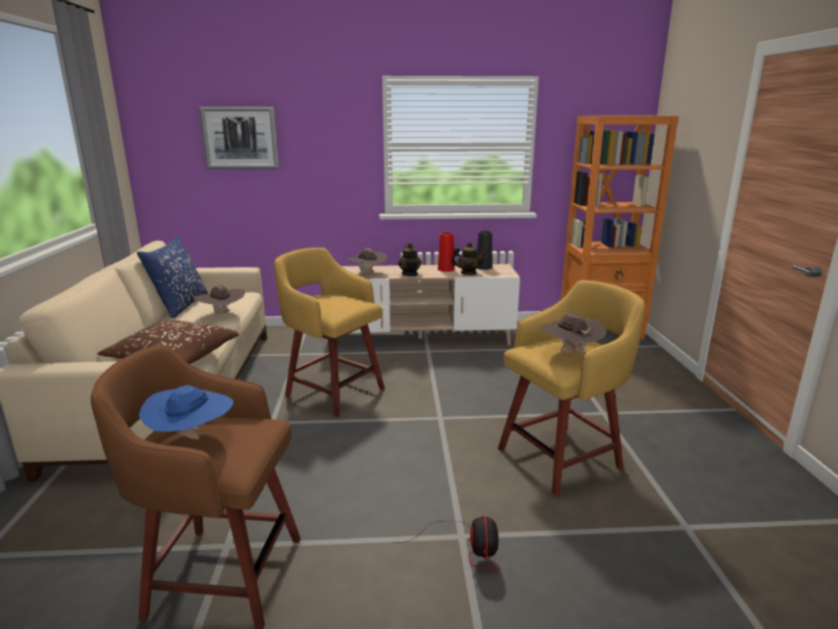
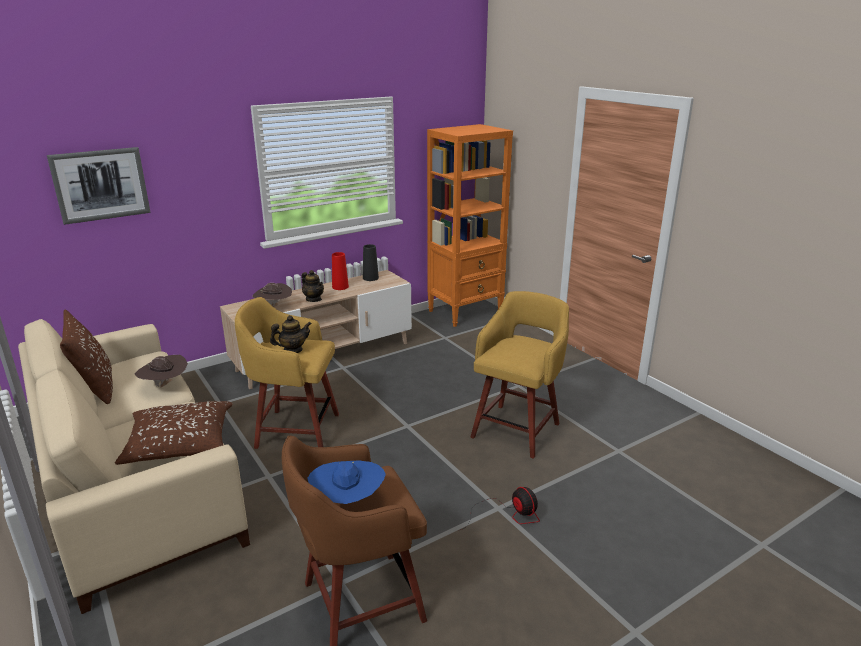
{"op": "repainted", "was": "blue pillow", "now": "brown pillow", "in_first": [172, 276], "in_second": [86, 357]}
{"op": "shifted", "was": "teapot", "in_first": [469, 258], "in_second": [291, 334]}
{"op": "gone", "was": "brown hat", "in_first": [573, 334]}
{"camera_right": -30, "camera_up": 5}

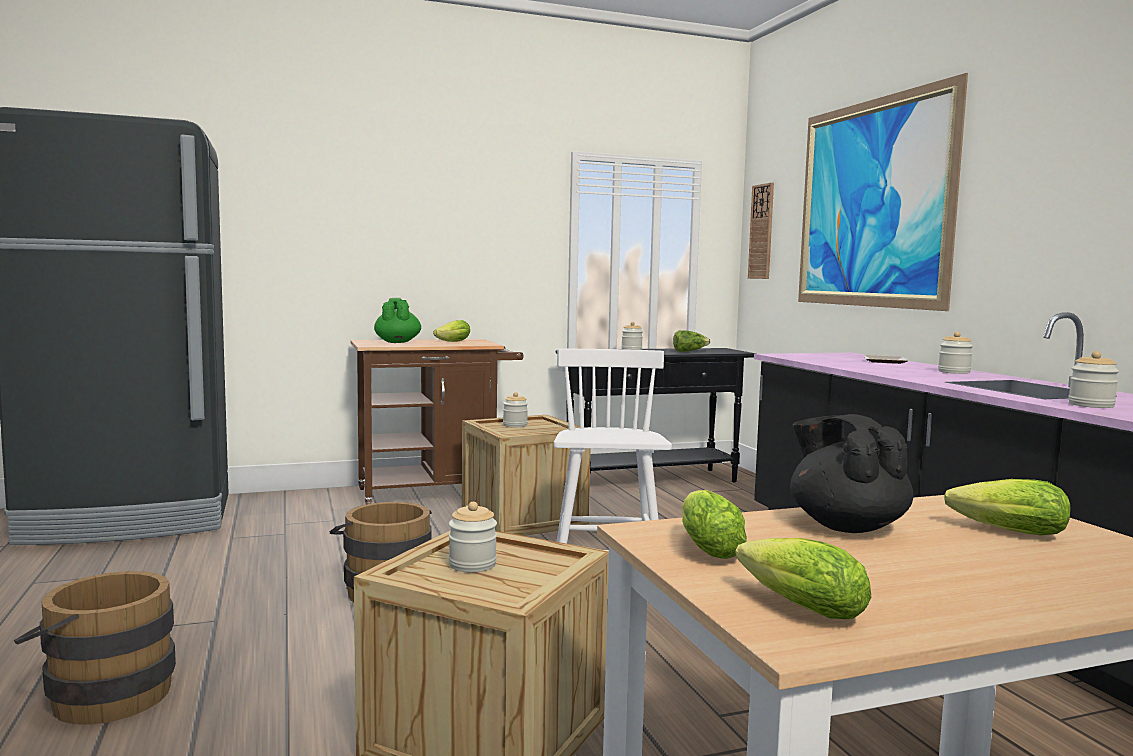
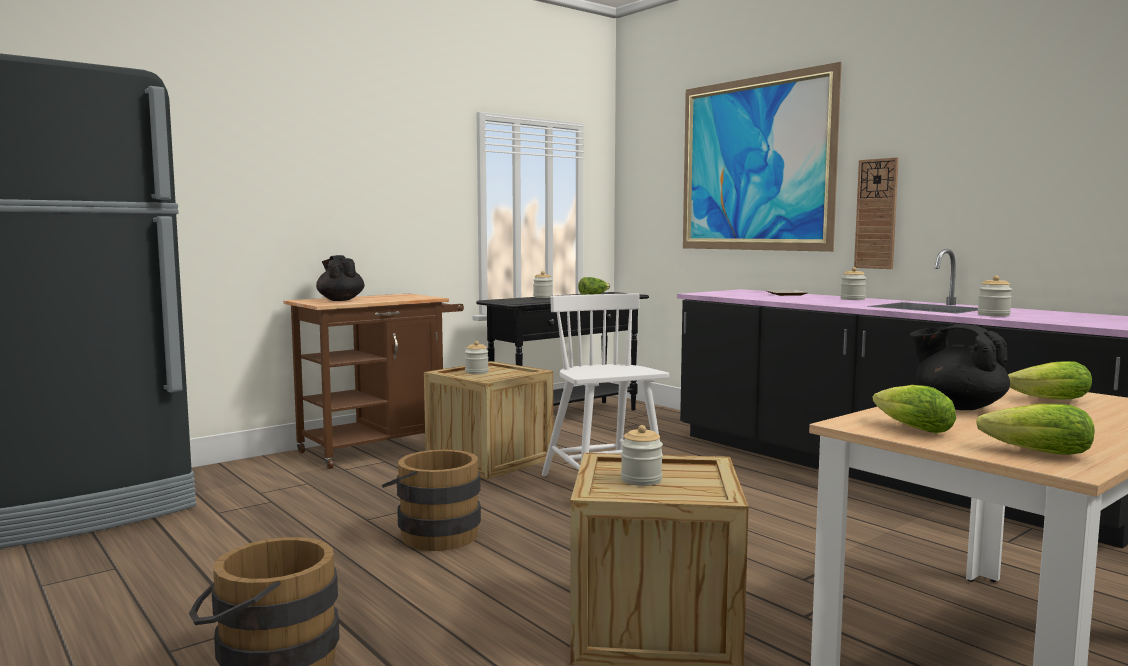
{"op": "shifted", "was": "wall clock", "in_first": [761, 230], "in_second": [876, 213]}
{"op": "repainted", "was": "green teapot", "now": "black teapot", "in_first": [397, 320], "in_second": [340, 278]}
{"op": "gone", "was": "lettuce", "in_first": [451, 331]}
{"camera_right": -20, "camera_up": 0}

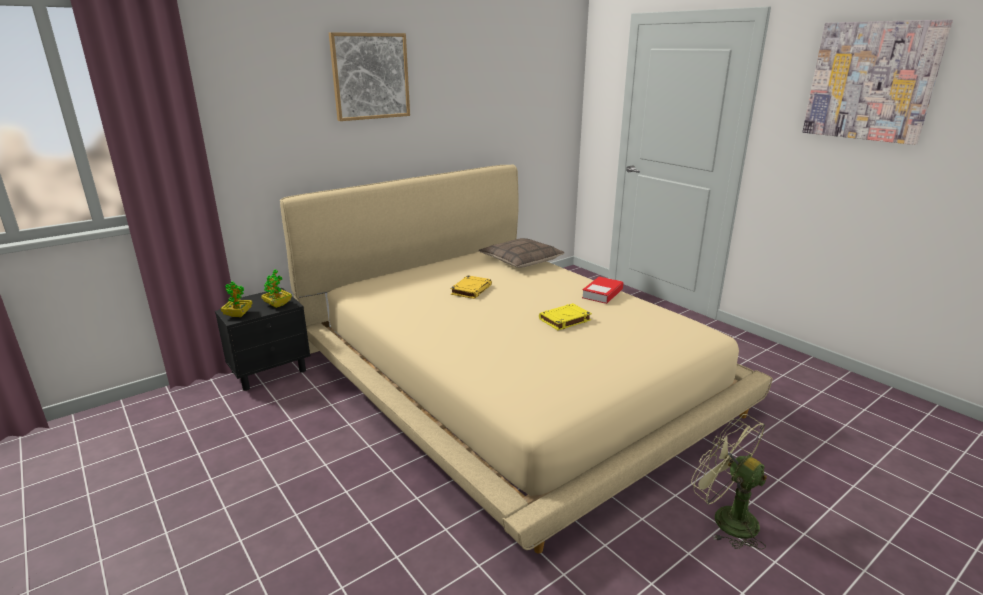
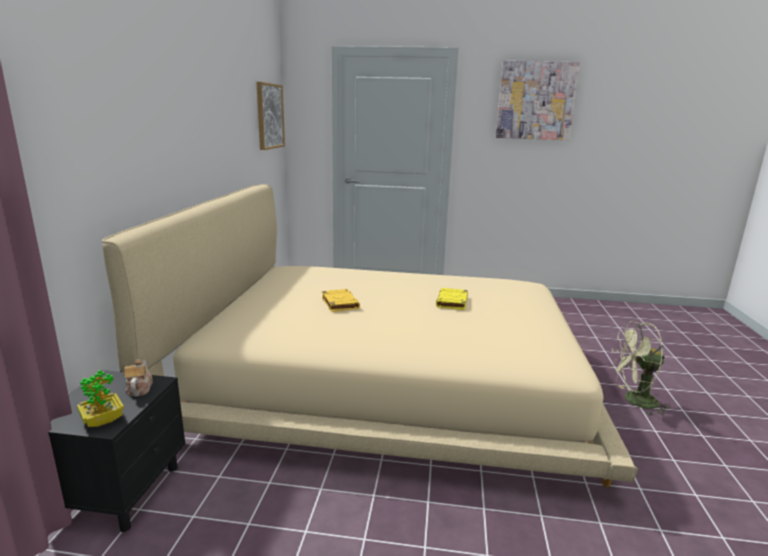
{"op": "shifted", "was": "picture", "in_first": [369, 76], "in_second": [271, 116]}
{"op": "gone", "was": "pillow", "in_first": [521, 253]}
{"op": "swapped", "was": "potted plant", "now": "teapot", "in_first": [276, 288], "in_second": [139, 377]}
{"op": "gone", "was": "book", "in_first": [602, 290]}
{"camera_right": -45, "camera_up": -5}

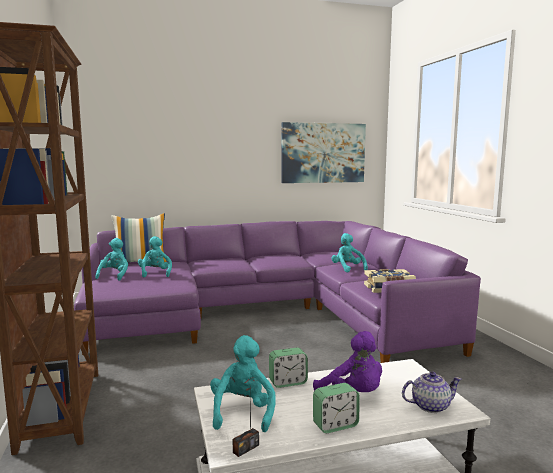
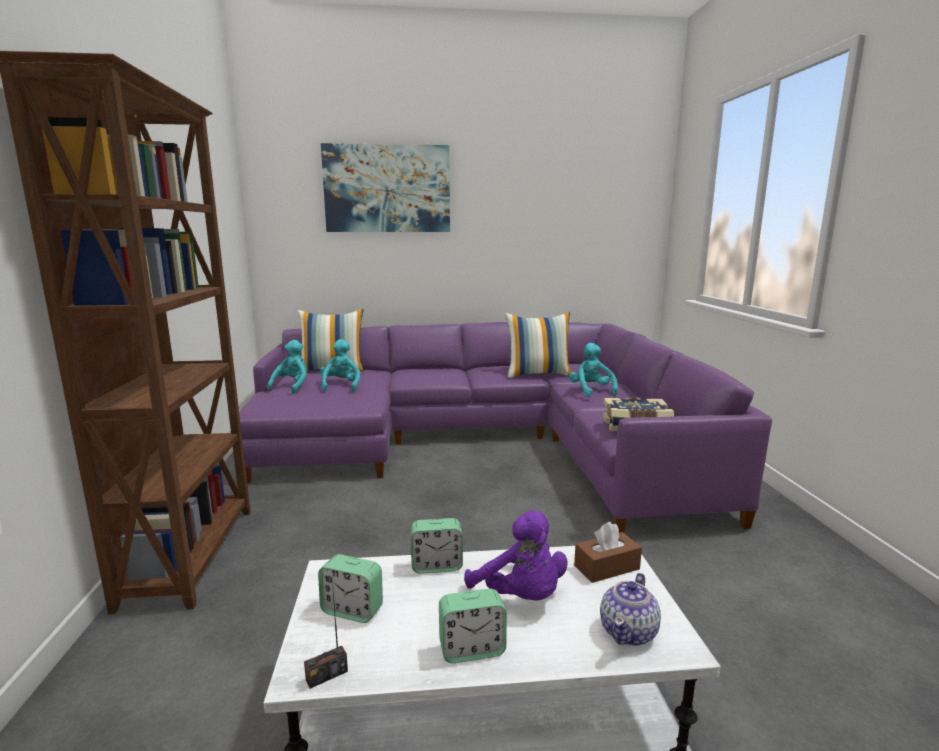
{"op": "shifted", "was": "picture", "in_first": [324, 152], "in_second": [385, 187]}
{"op": "swapped", "was": "turquoise plush toy", "now": "alarm clock", "in_first": [243, 383], "in_second": [350, 588]}
{"op": "rotated", "was": "teapot", "in_first": [432, 392], "in_second": [630, 609], "clockwise": 120}
{"op": "new", "now": "pillow", "in_second": [538, 345]}
{"op": "new", "now": "brown tissue box", "in_second": [608, 552]}
{"camera_right": 10, "camera_up": 5}

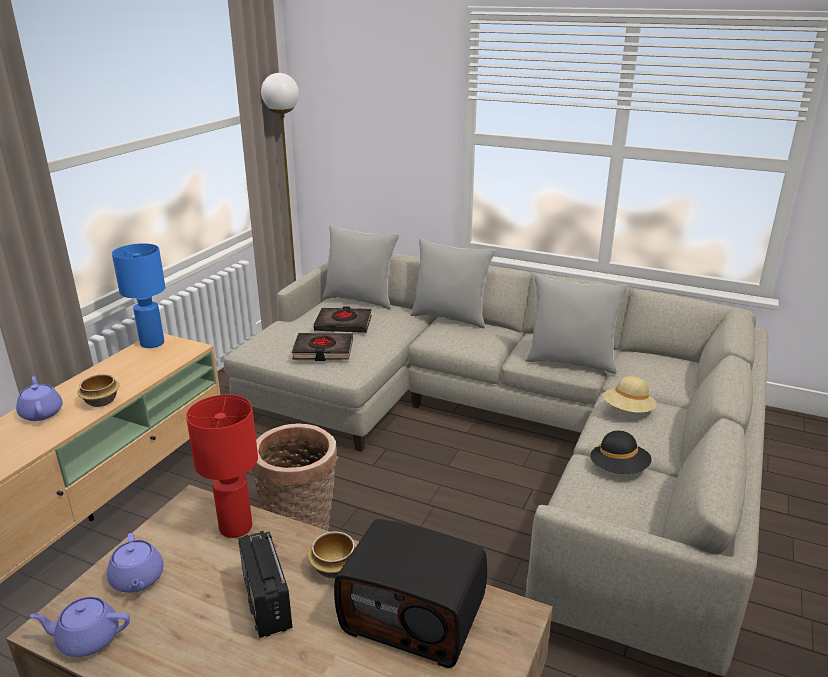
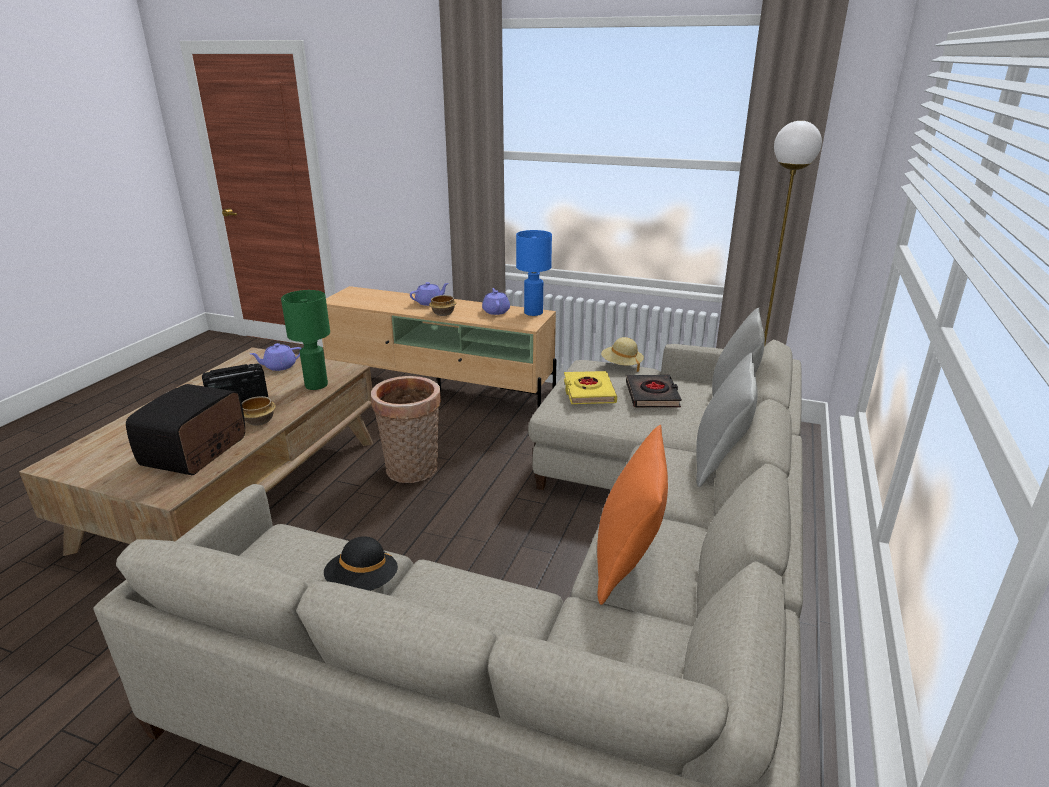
{"op": "repainted", "was": "grey pillow", "now": "orange pillow", "in_first": [576, 324], "in_second": [632, 515]}
{"op": "repainted", "was": "black book", "now": "yellow book", "in_first": [322, 347], "in_second": [590, 387]}
{"op": "shifted", "was": "beige hat", "in_first": [630, 394], "in_second": [622, 354]}
{"op": "repainted", "was": "red table lamp", "now": "green table lamp", "in_first": [222, 466], "in_second": [305, 340]}
{"op": "shifted", "was": "purple teapot", "in_first": [80, 627], "in_second": [496, 301]}
{"camera_right": 85, "camera_up": 0}

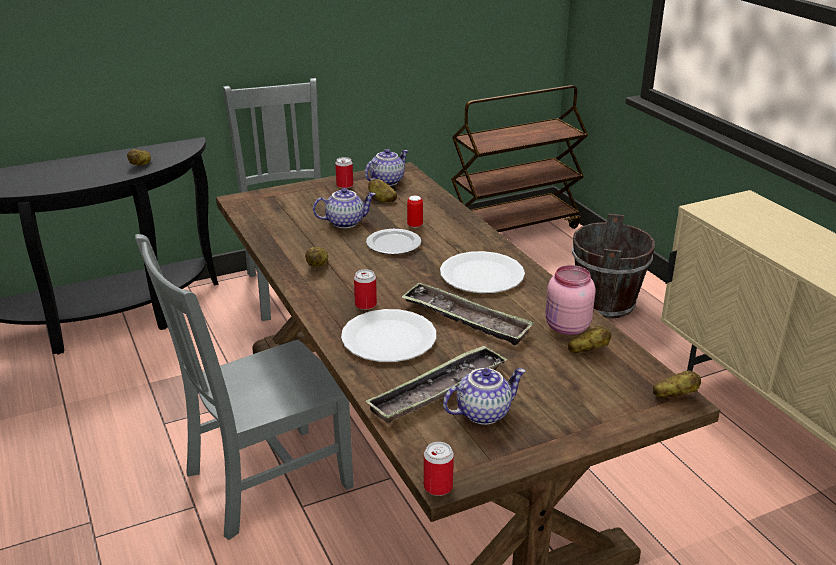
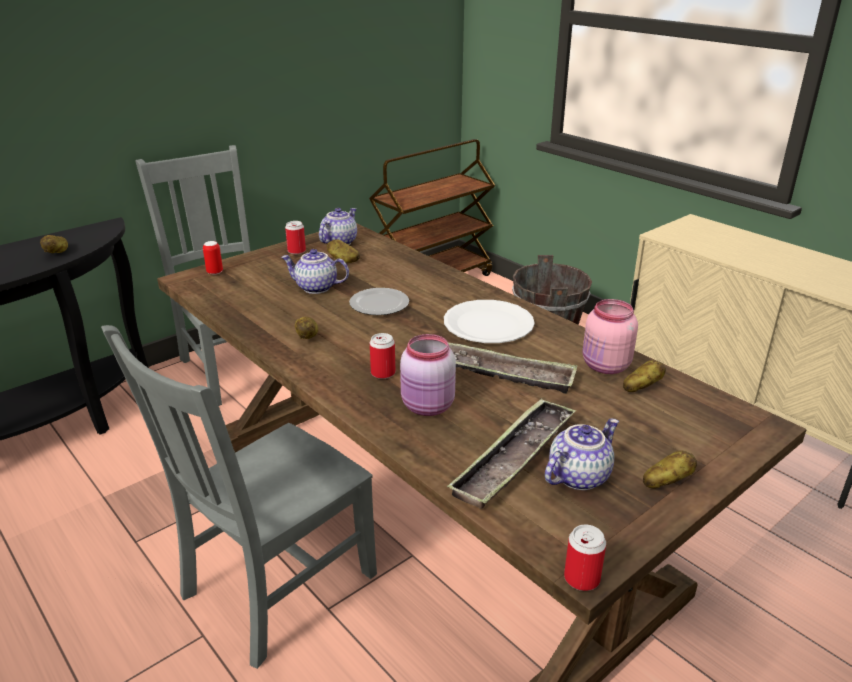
{"op": "rotated", "was": "teapot", "in_first": [344, 208], "in_second": [315, 271], "clockwise": -135}
{"op": "shifted", "was": "can", "in_first": [415, 211], "in_second": [213, 258]}
{"op": "swapped", "was": "white plate", "now": "pink jar", "in_first": [388, 335], "in_second": [428, 375]}
{"op": "shifted", "was": "potato", "in_first": [677, 384], "in_second": [670, 469]}
{"camera_right": -15, "camera_up": 0}

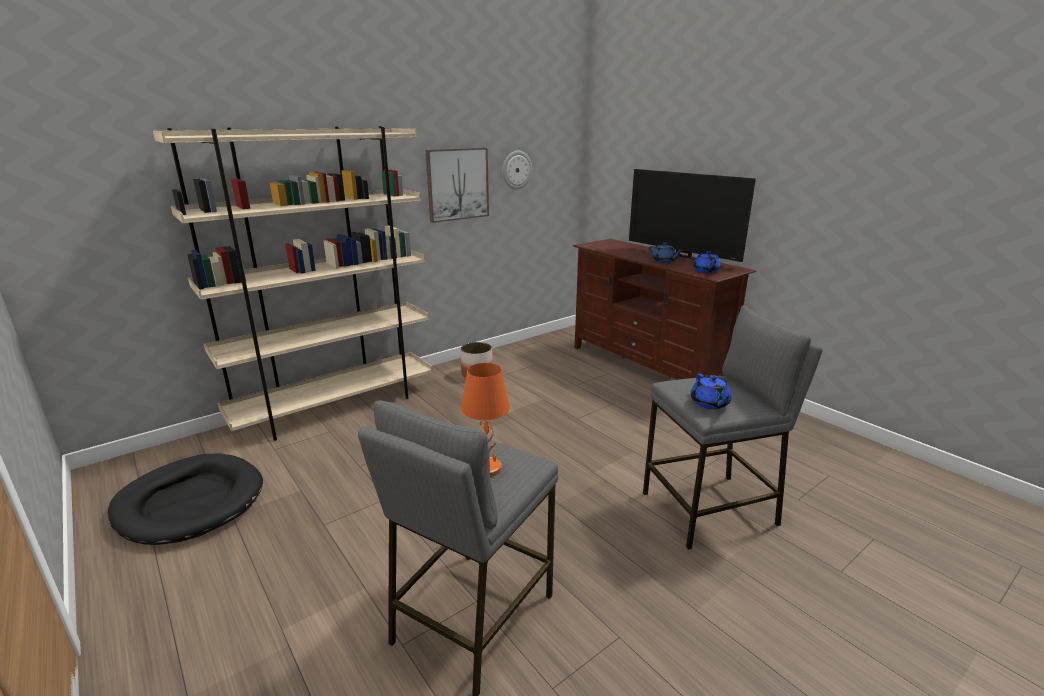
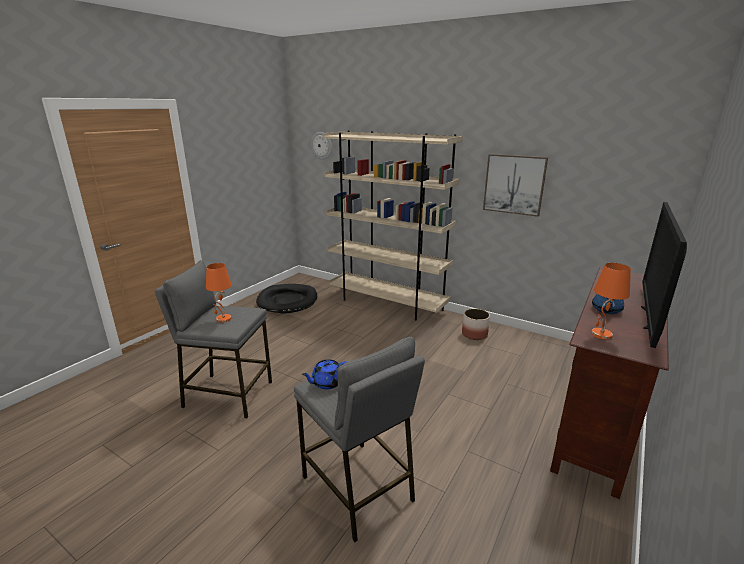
{"op": "shifted", "was": "wall clock", "in_first": [517, 170], "in_second": [321, 146]}
{"op": "swapped", "was": "blue teapot", "now": "orange table lamp", "in_first": [707, 262], "in_second": [611, 301]}
{"camera_right": 70, "camera_up": 0}

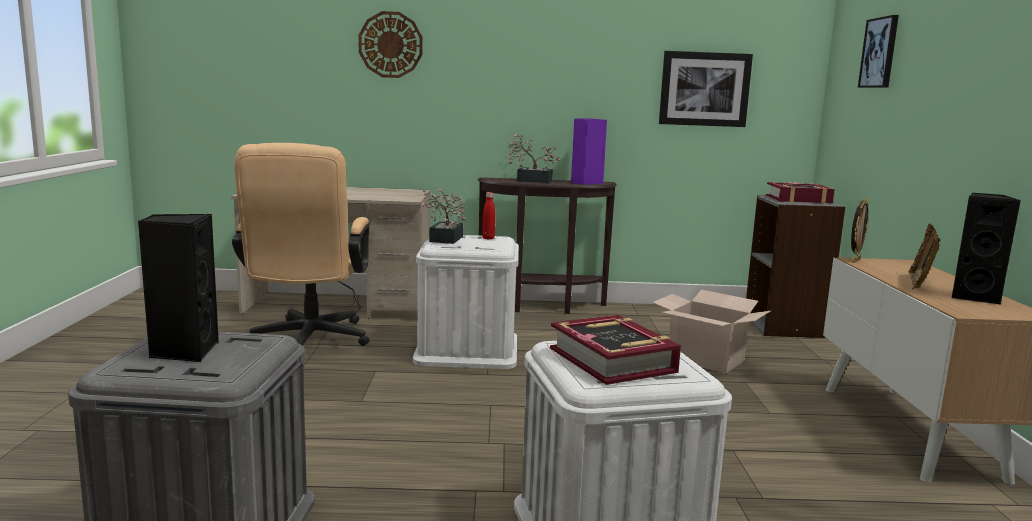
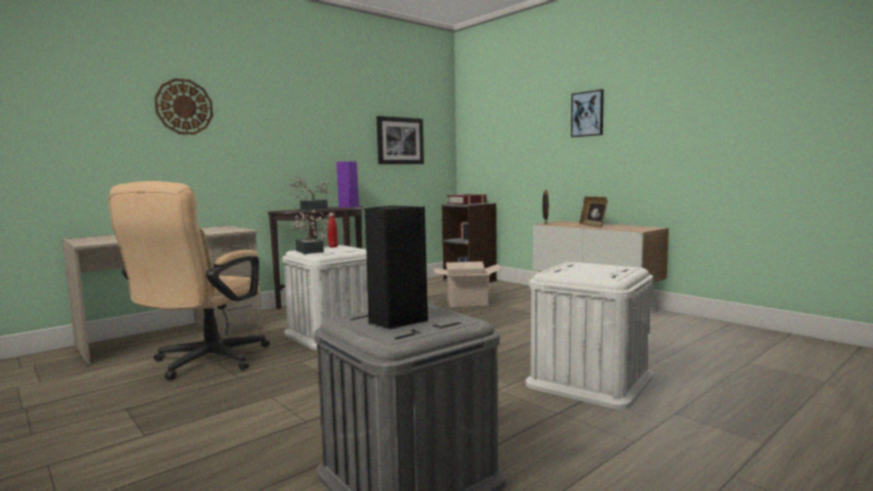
{"op": "shifted", "was": "picture", "in_first": [878, 51], "in_second": [587, 113]}
{"op": "rotated", "was": "beige office chair", "in_first": [300, 244], "in_second": [189, 280], "clockwise": 60}
{"op": "gone", "was": "black speaker", "in_first": [986, 248]}
{"op": "gone", "was": "book", "in_first": [615, 350]}
{"camera_right": -40, "camera_up": -5}

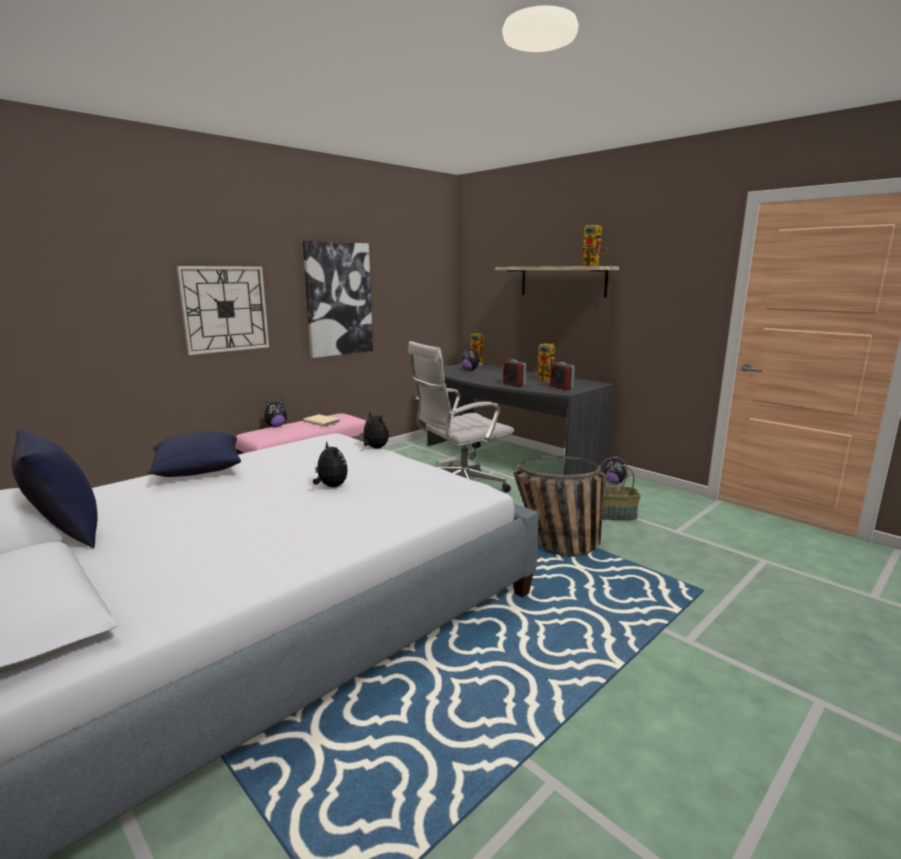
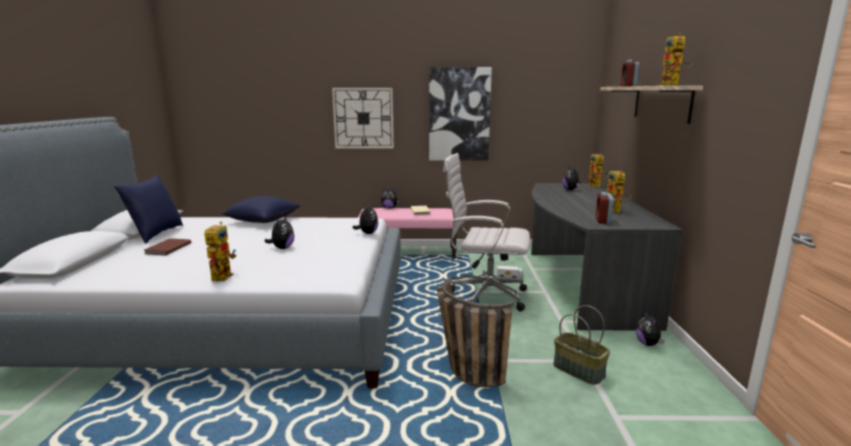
{"op": "shifted", "was": "alarm clock", "in_first": [514, 373], "in_second": [629, 73]}
{"op": "new", "now": "toy robot", "in_second": [220, 252]}
{"op": "new", "now": "brown book", "in_second": [167, 246]}
{"camera_right": 45, "camera_up": 0}

